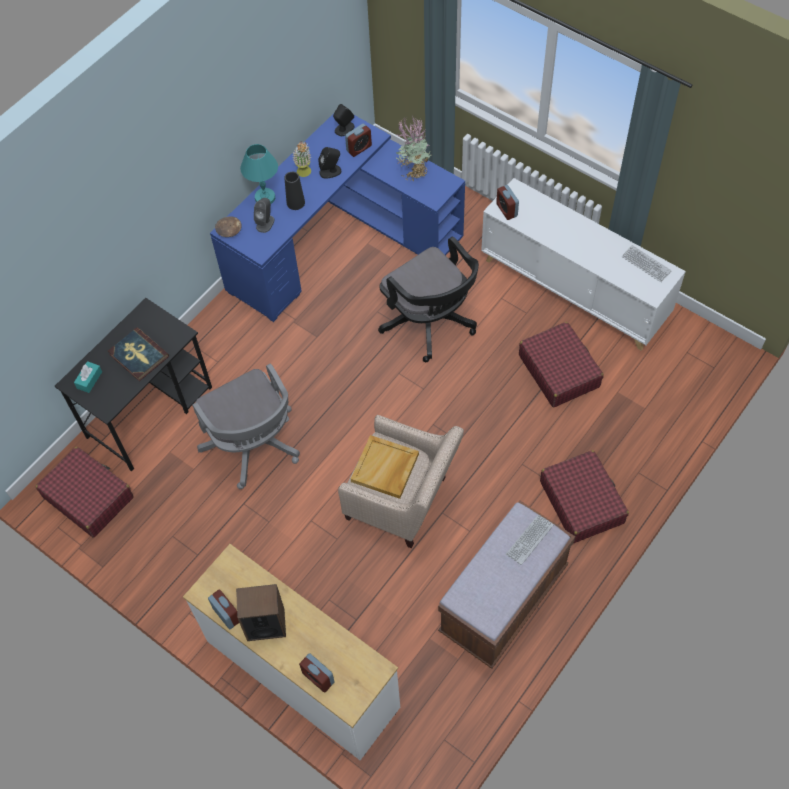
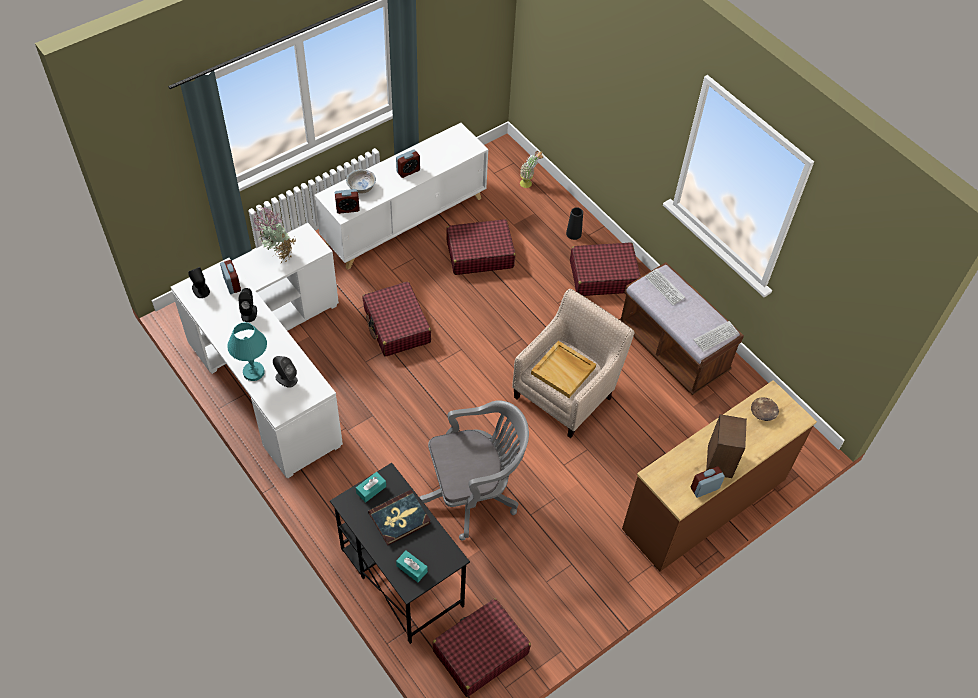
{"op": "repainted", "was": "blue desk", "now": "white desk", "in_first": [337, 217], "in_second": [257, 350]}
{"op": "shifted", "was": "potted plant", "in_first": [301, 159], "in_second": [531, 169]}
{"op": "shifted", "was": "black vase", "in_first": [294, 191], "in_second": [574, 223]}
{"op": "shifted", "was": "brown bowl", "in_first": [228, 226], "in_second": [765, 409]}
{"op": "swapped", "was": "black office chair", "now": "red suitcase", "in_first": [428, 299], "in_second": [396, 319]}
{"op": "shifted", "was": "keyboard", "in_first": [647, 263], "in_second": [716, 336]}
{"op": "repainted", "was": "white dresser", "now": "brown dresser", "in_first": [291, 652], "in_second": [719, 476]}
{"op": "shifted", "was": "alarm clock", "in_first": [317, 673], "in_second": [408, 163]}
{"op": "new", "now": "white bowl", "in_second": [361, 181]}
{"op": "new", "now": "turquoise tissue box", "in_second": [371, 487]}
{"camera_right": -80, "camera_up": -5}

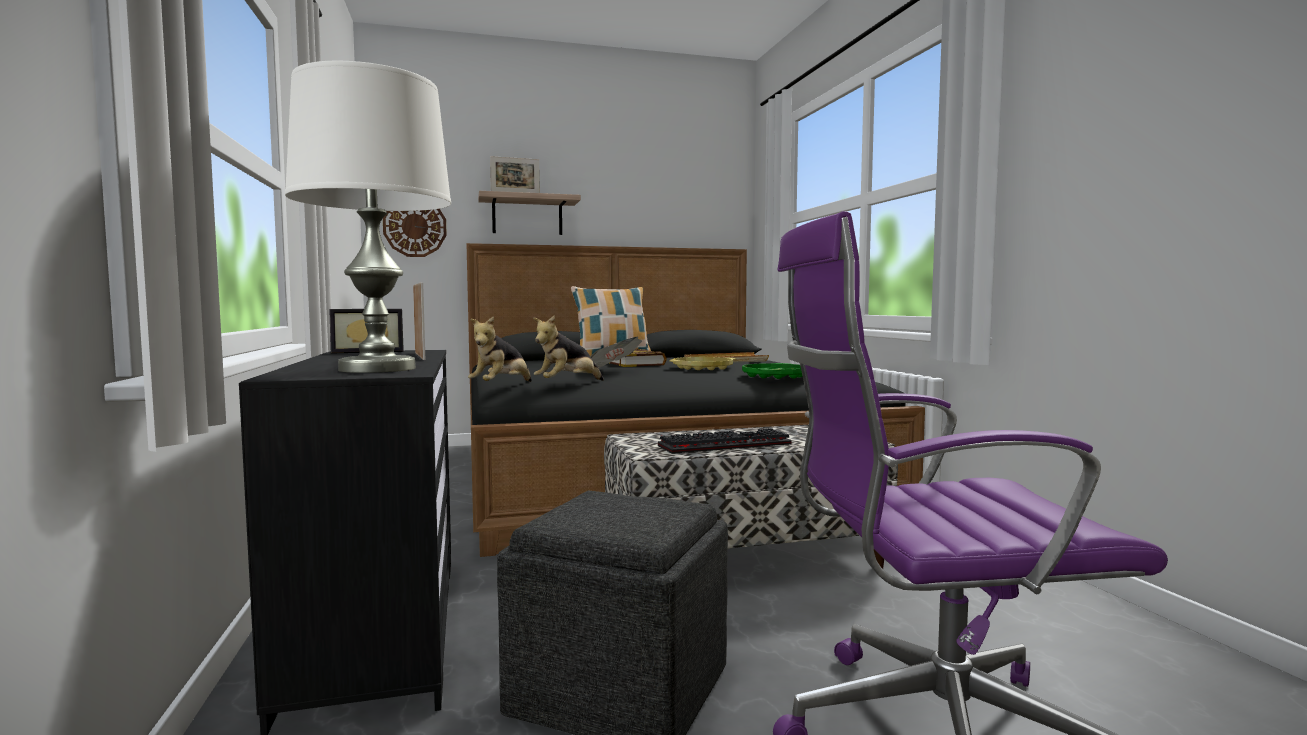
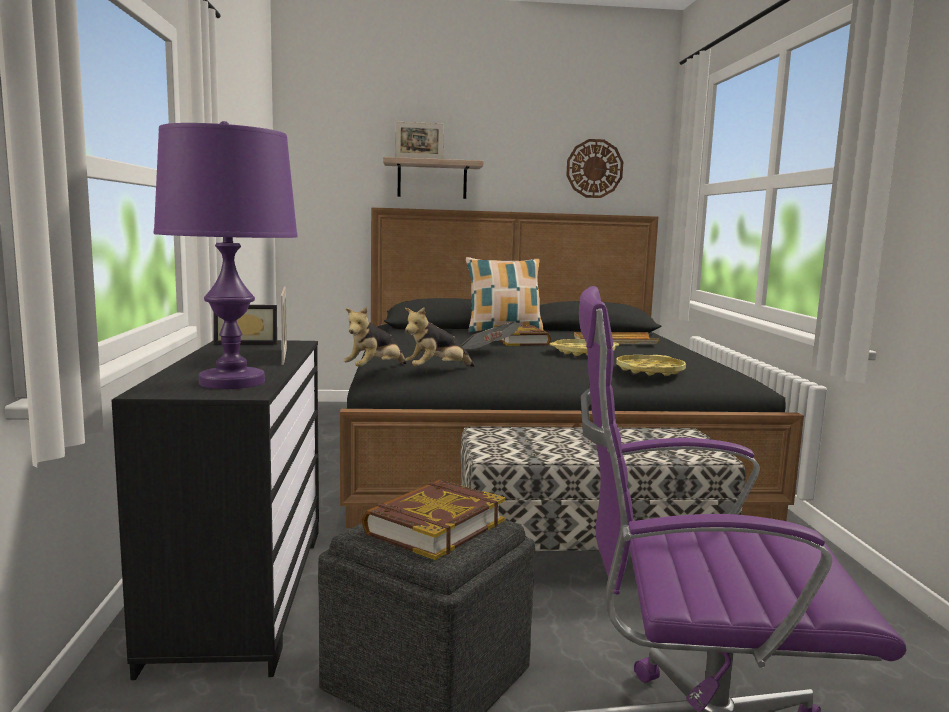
{"op": "repainted", "was": "white table lamp", "now": "purple table lamp", "in_first": [368, 216], "in_second": [226, 255]}
{"op": "shifted", "was": "wall clock", "in_first": [415, 233], "in_second": [594, 168]}
{"op": "repainted", "was": "green tray", "now": "yellow tray", "in_first": [772, 371], "in_second": [651, 365]}
{"op": "gone", "was": "keyboard", "in_first": [725, 441]}
{"op": "new", "now": "book", "in_second": [433, 519]}
{"camera_right": 10, "camera_up": 5}

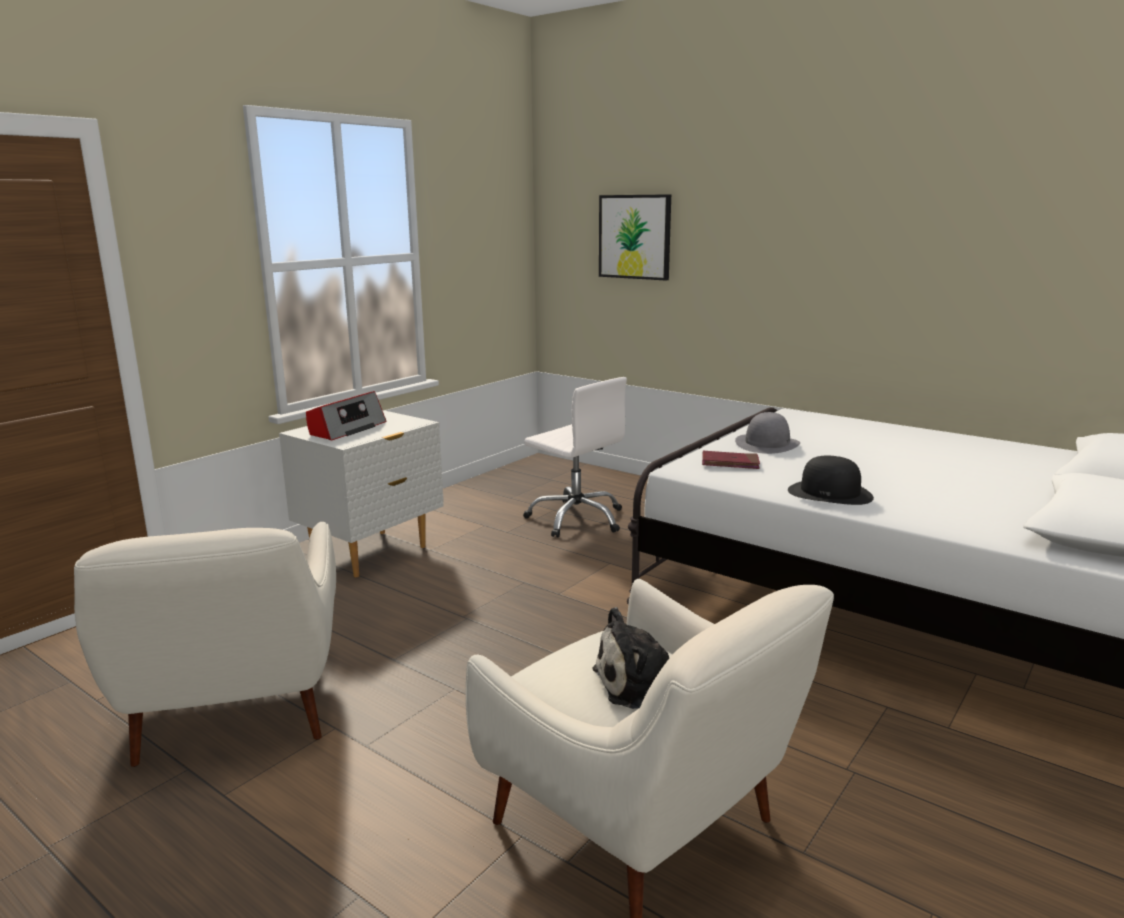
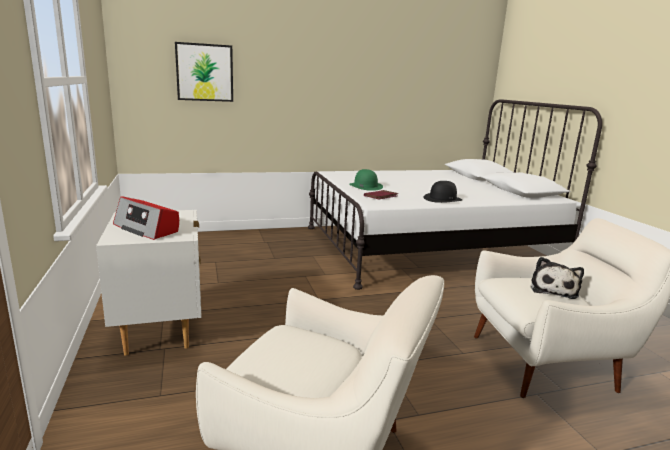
{"op": "gone", "was": "white office chair", "in_first": [575, 457]}
{"op": "rotated", "was": "radio", "in_first": [346, 415], "in_second": [146, 218], "clockwise": 150}
{"op": "repainted", "was": "grey hat", "now": "green hat", "in_first": [767, 433], "in_second": [366, 180]}
{"camera_right": -55, "camera_up": 0}

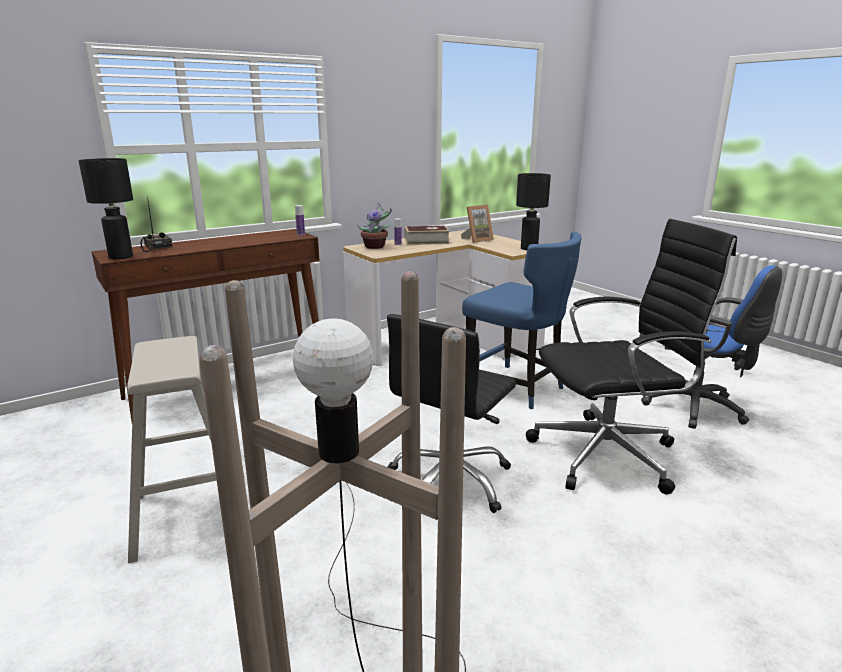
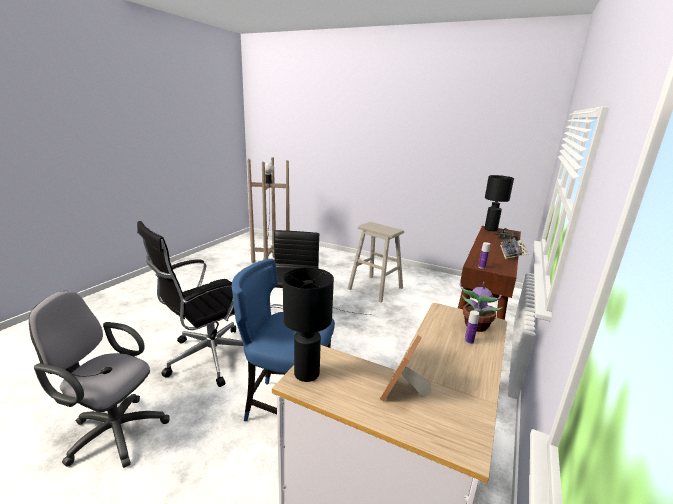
{"op": "gone", "was": "book", "in_first": [427, 235]}
{"op": "repainted", "was": "blue office chair", "now": "grey office chair", "in_first": [711, 347], "in_second": [99, 379]}
{"op": "new", "now": "keyboard", "in_second": [514, 248]}
{"camera_right": 150, "camera_up": 0}

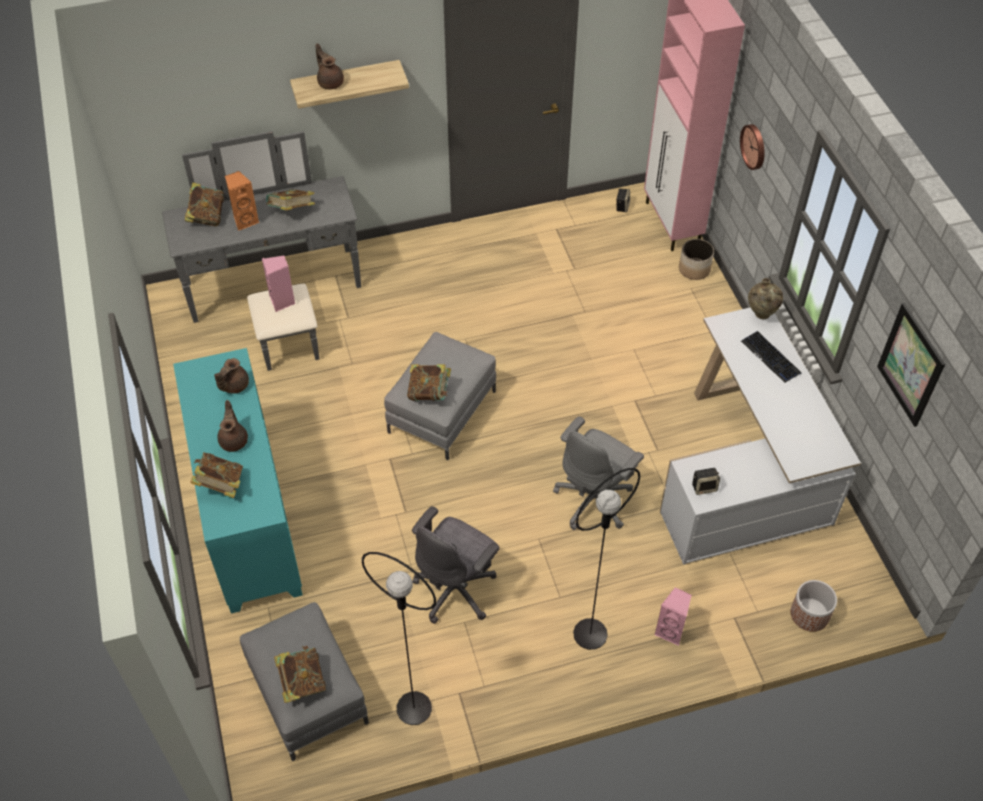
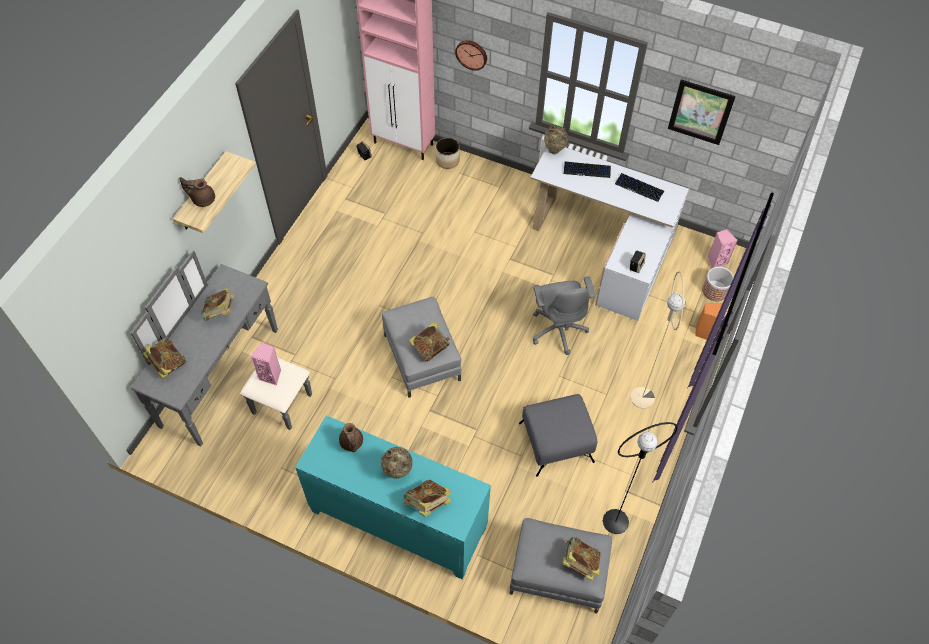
{"op": "shifted", "was": "orange speaker", "in_first": [242, 201], "in_second": [709, 321]}
{"op": "swapped", "was": "brown teapot", "now": "beige vase", "in_first": [232, 426], "in_second": [396, 463]}
{"op": "repainted", "was": "black floor lamp", "now": "beige floor lamp", "in_first": [606, 559], "in_second": [657, 340]}
{"op": "swapped", "was": "grey office chair", "now": "grey ottoman", "in_first": [455, 565], "in_second": [558, 435]}
{"op": "shifted", "was": "pink speaker", "in_first": [673, 616], "in_second": [723, 248]}
{"op": "new", "now": "keyboard", "in_second": [639, 187]}
{"camera_right": -50, "camera_up": 5}

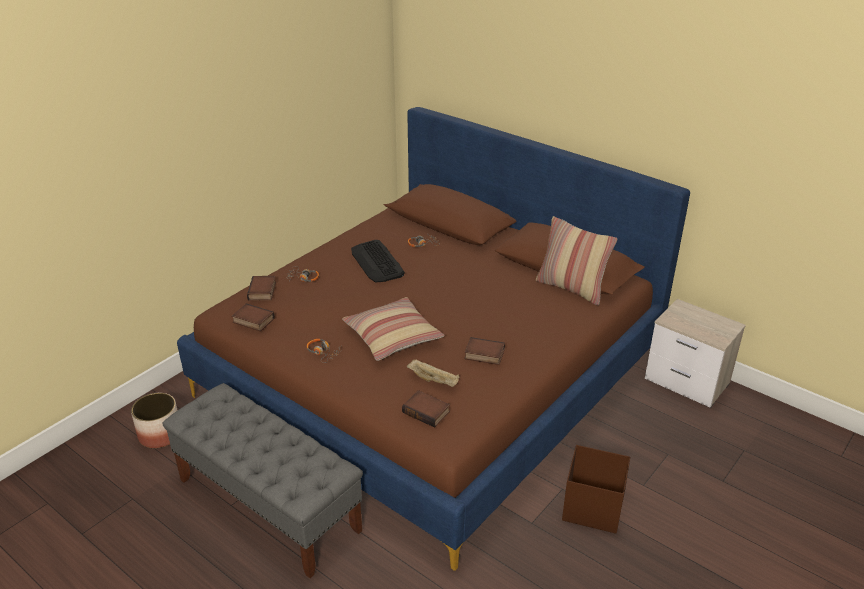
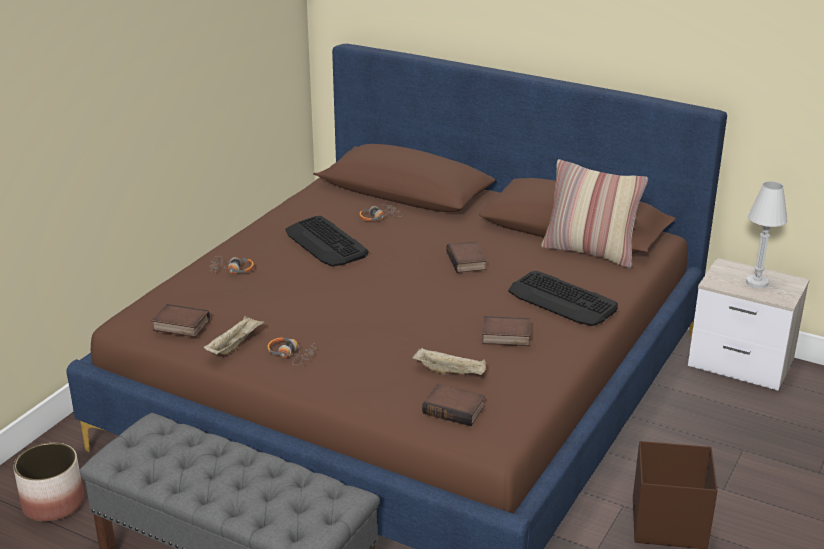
{"op": "shifted", "was": "book", "in_first": [261, 288], "in_second": [466, 257]}
{"op": "gone", "was": "pillow", "in_first": [393, 329]}
{"op": "new", "now": "white table lamp", "in_second": [767, 234]}
{"op": "new", "now": "keyboard", "in_second": [563, 298]}
{"op": "new", "now": "beige tray", "in_second": [234, 335]}
{"camera_right": -10, "camera_up": -5}

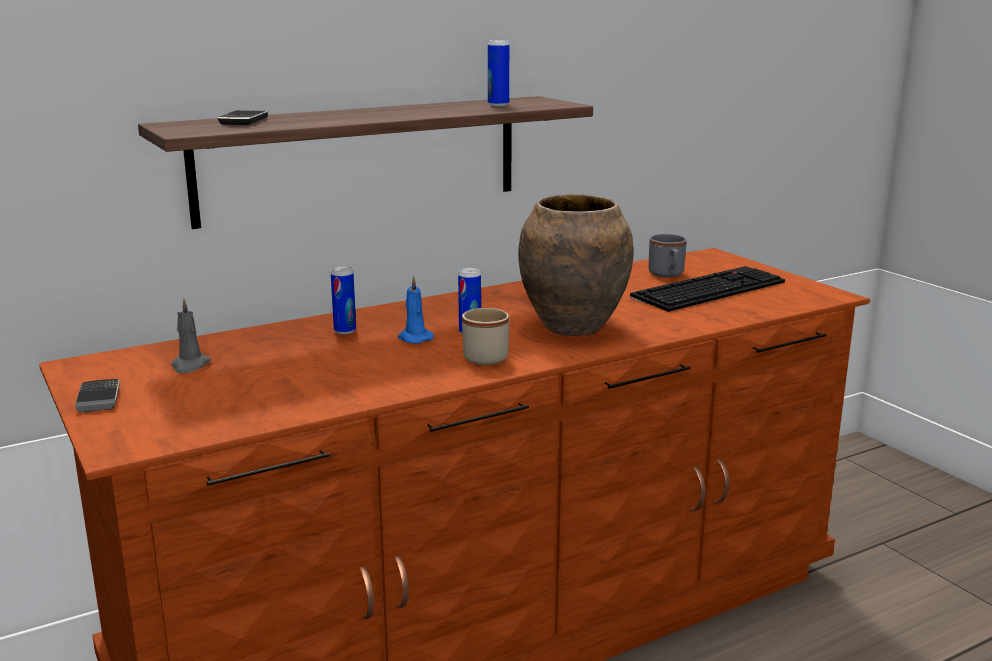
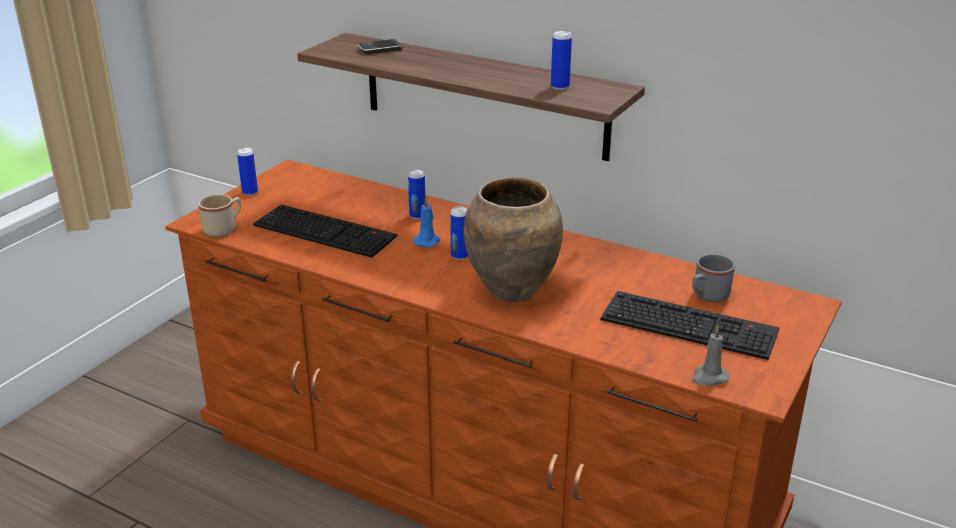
{"op": "shifted", "was": "grey candle", "in_first": [191, 335], "in_second": [710, 356]}
{"op": "shifted", "was": "beige mug", "in_first": [485, 336], "in_second": [219, 215]}
{"op": "swapped", "was": "phone", "now": "can", "in_first": [97, 395], "in_second": [247, 172]}
{"op": "new", "now": "keyboard", "in_second": [325, 231]}
{"camera_right": 60, "camera_up": 10}

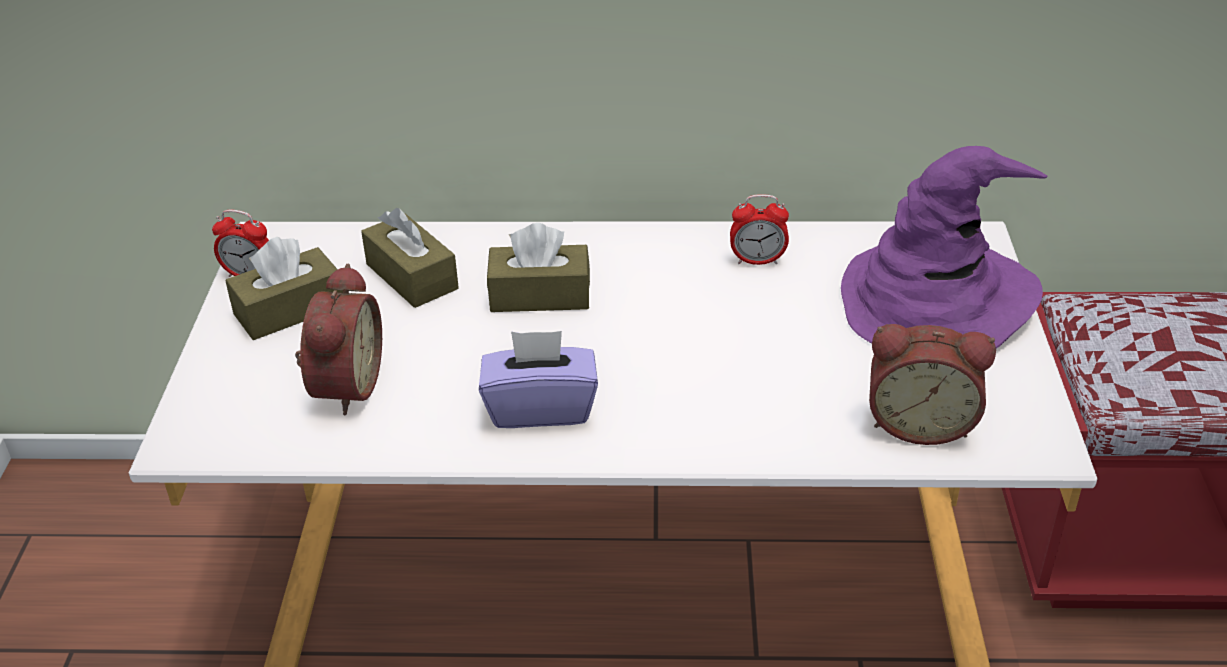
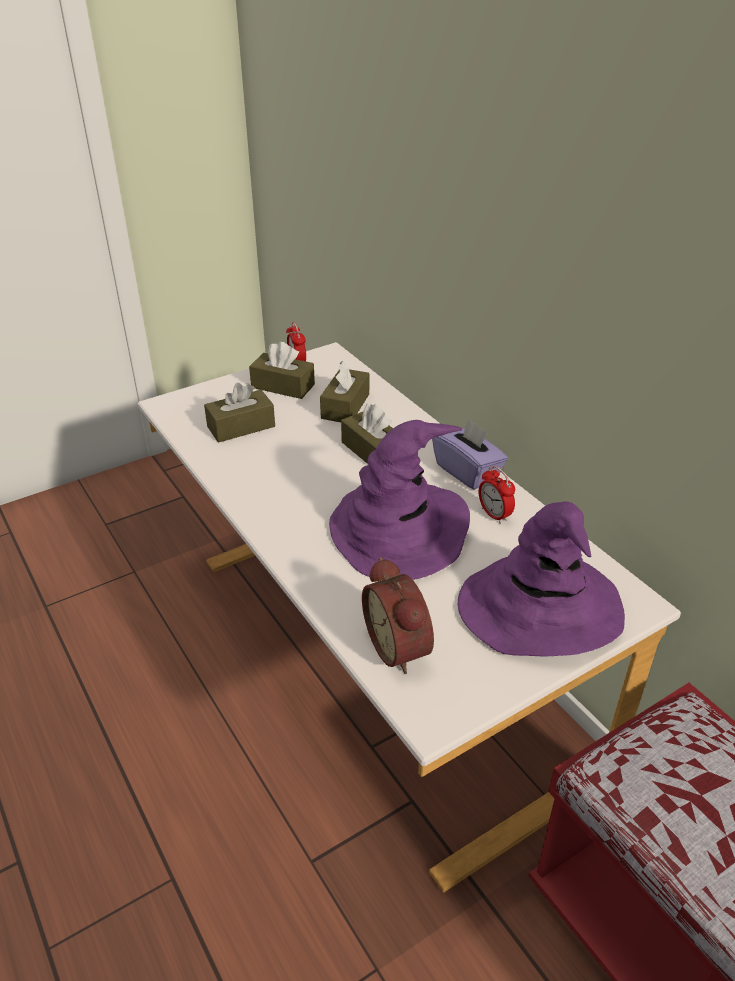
{"op": "swapped", "was": "alarm clock", "now": "brown tissue box", "in_first": [338, 339], "in_second": [239, 413]}
{"op": "shifted", "was": "purple tissue box", "in_first": [538, 379], "in_second": [470, 454]}
{"op": "new", "now": "purple hat", "in_second": [399, 500]}
{"camera_right": 55, "camera_up": 0}

